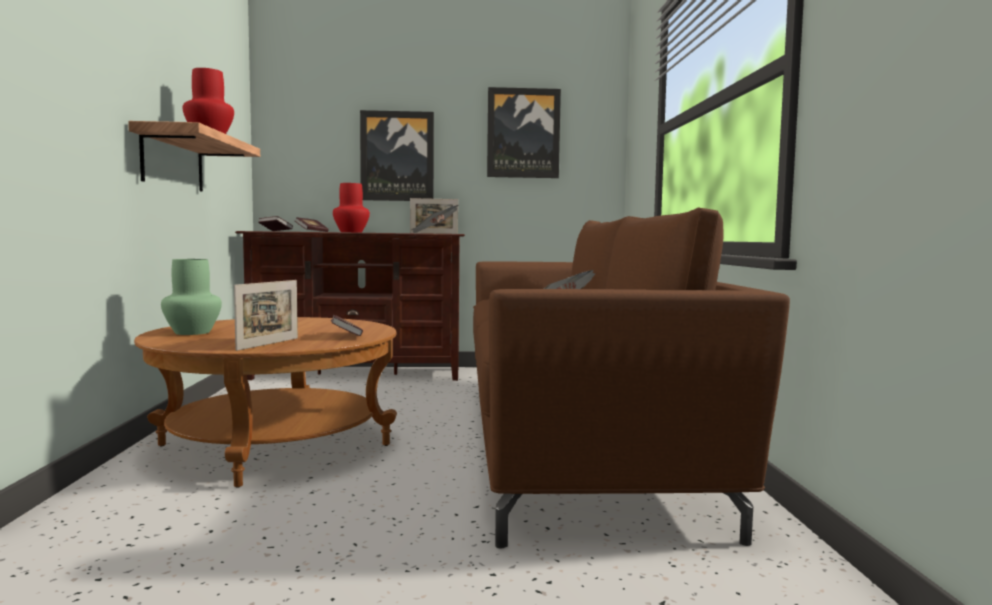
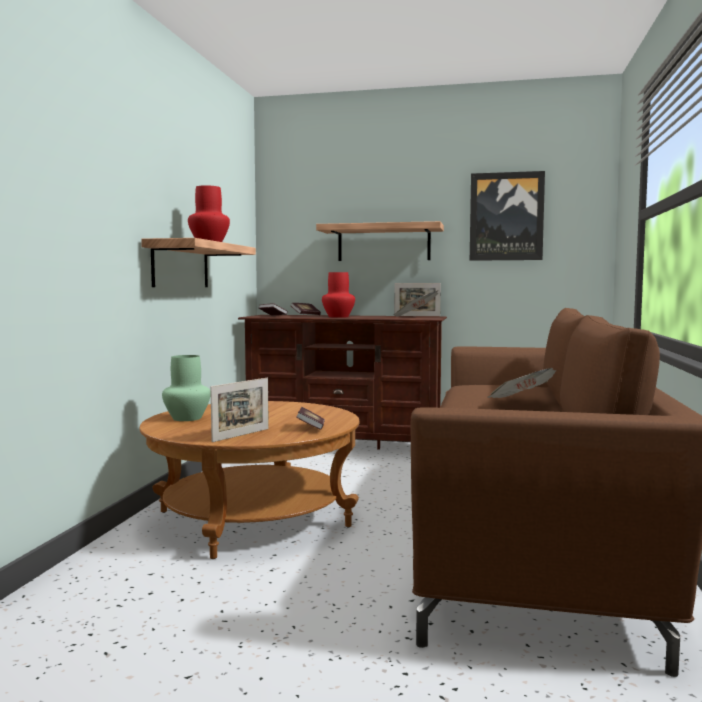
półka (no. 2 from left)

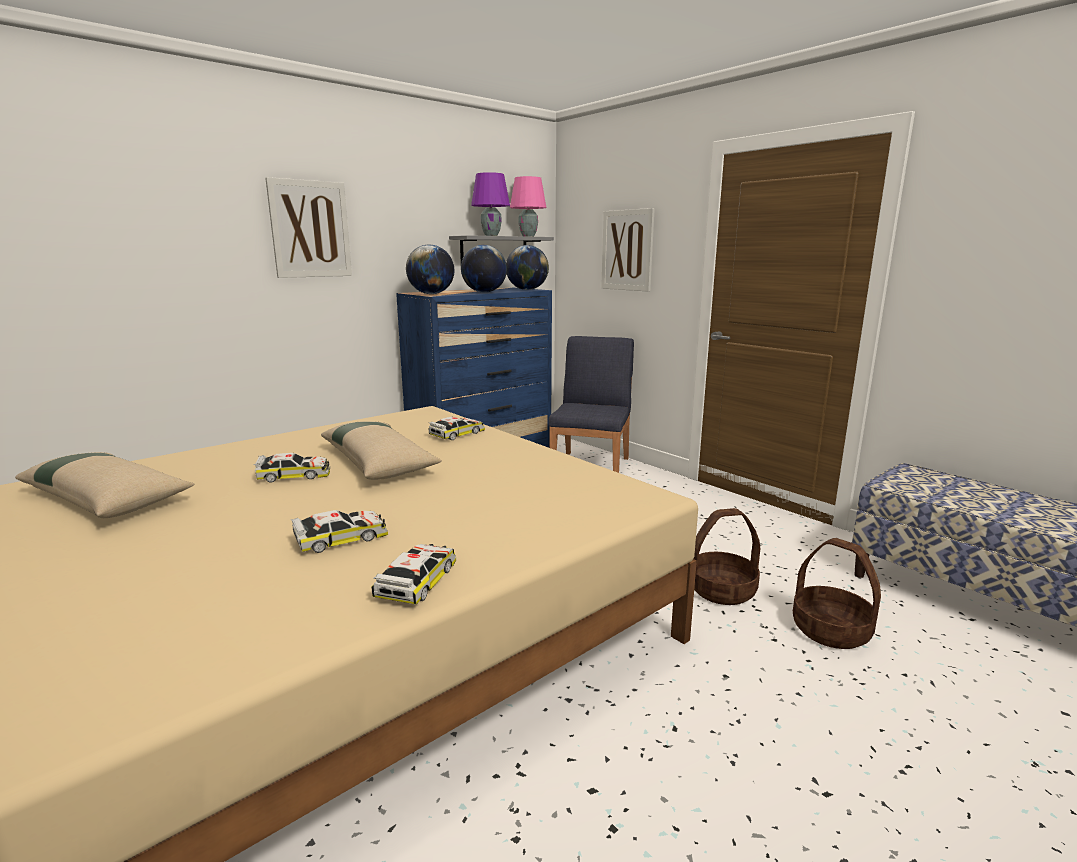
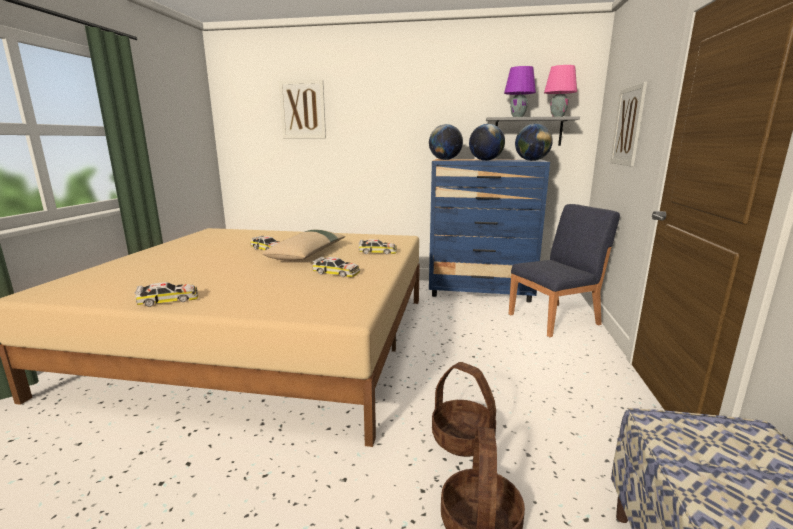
obraz (no. 1 from left); poduszka [beżowy] (no. 1 from left in the first image); samochodzik (no. 3 from left)

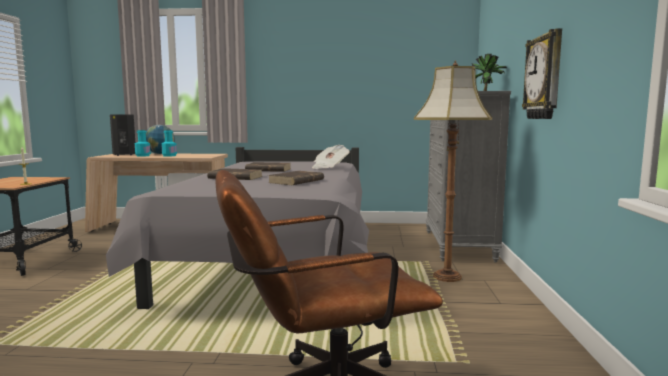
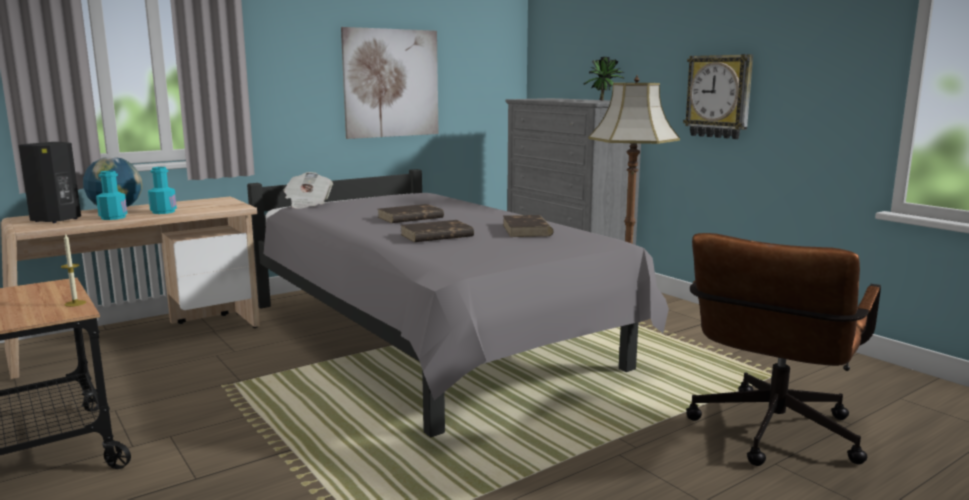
gazeta; obraz

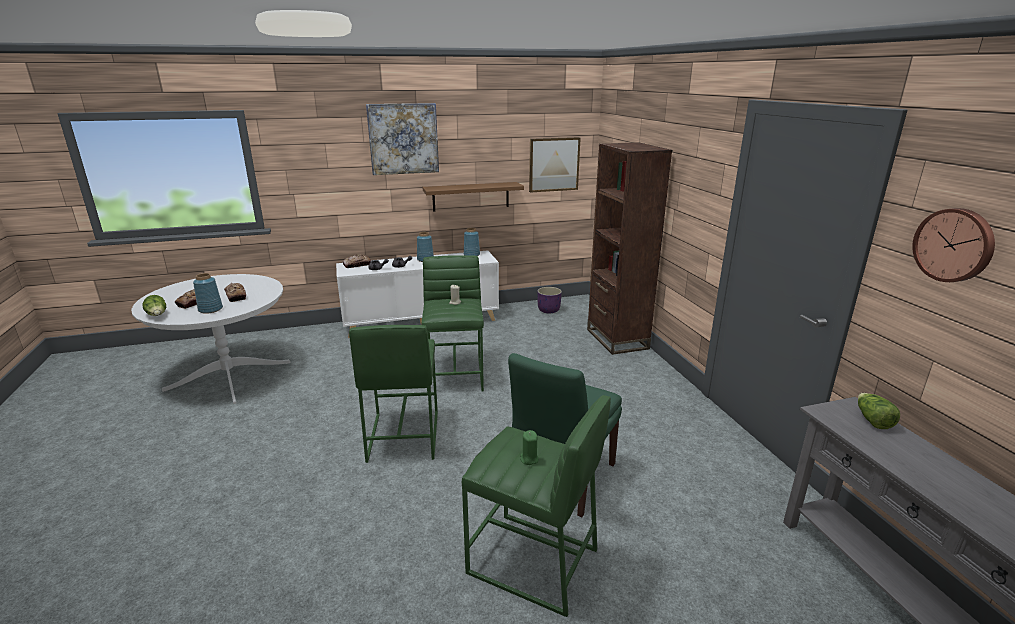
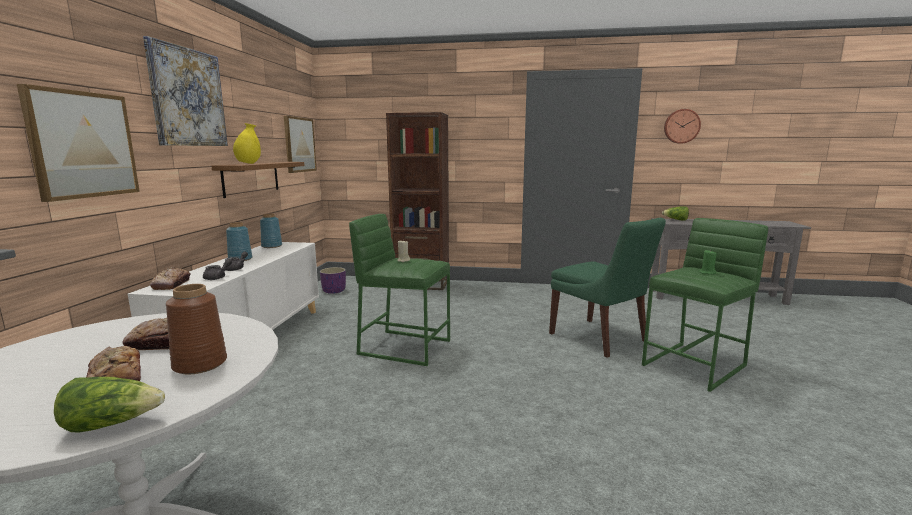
wazon [brązowy]; stołek [zielony] (no. 1 from left in the first image); obraz (no. 1 from left); wazon [żółty]

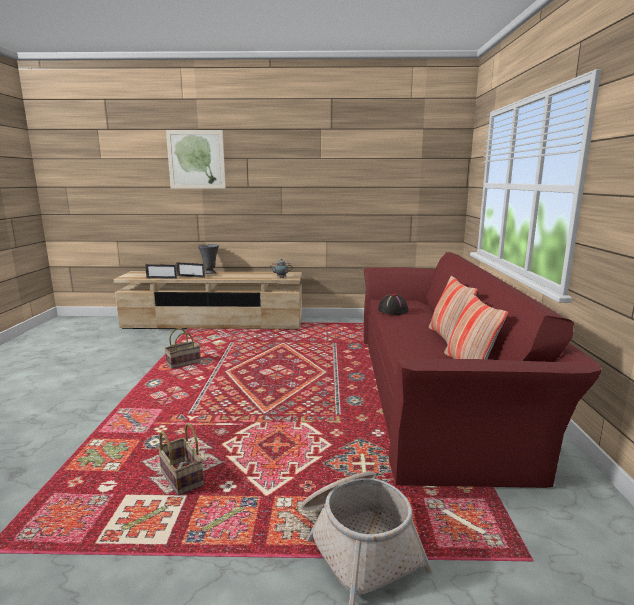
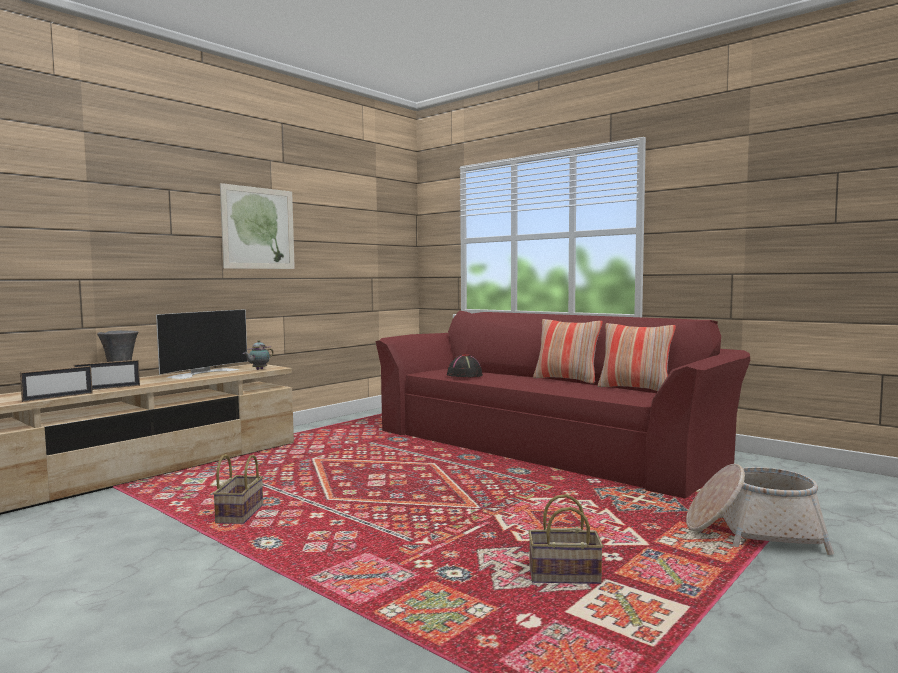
obraz; telewizor

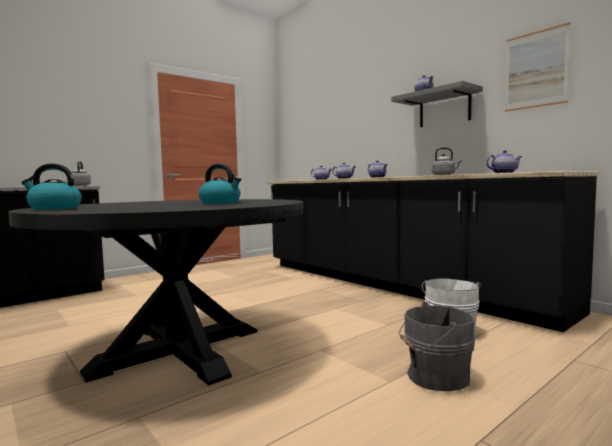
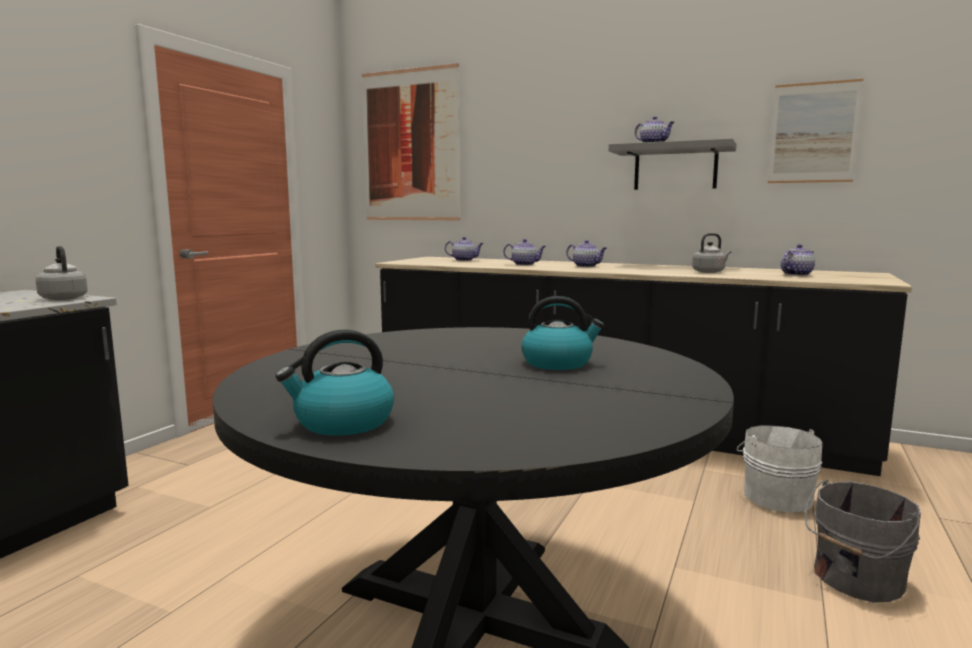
obraz (no. 1 from left)

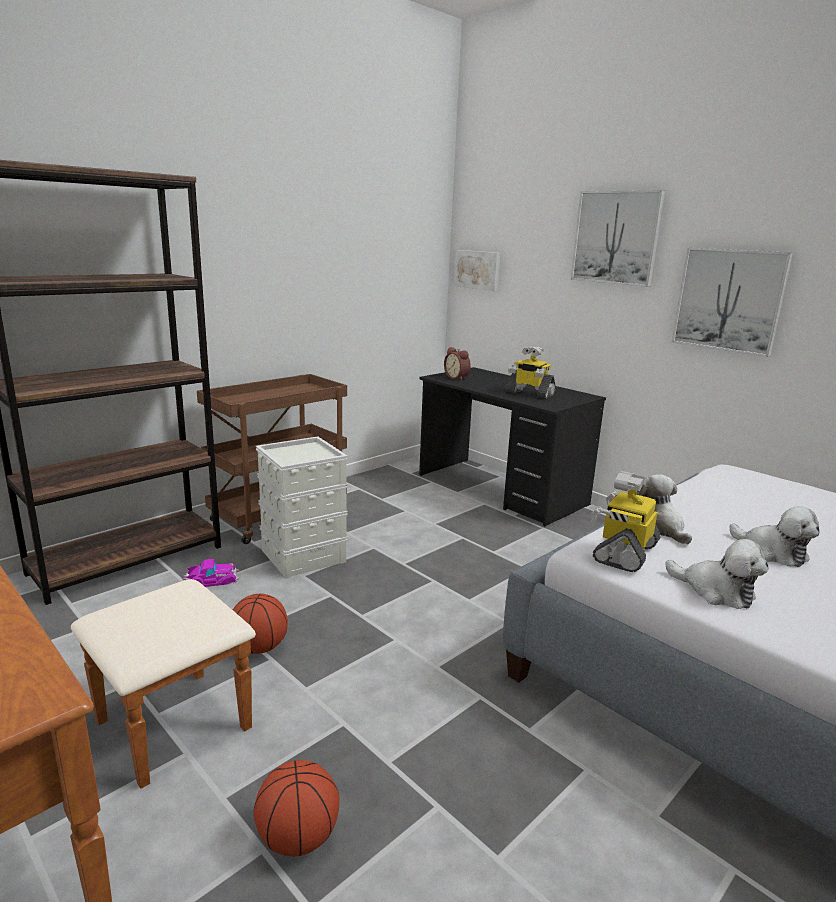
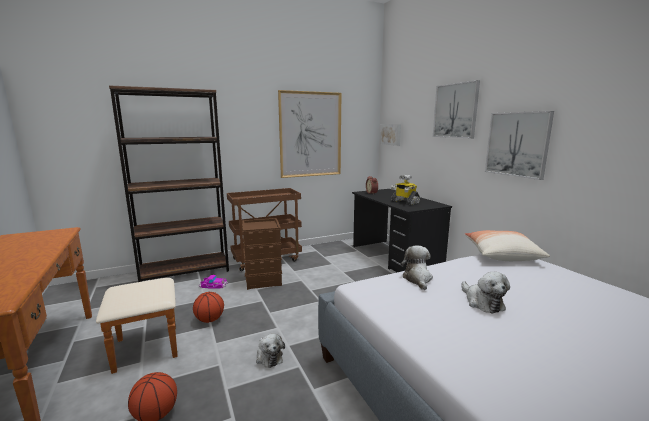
pojemnik do przechowywania [brązowy]; robot zabawkowy (no. 2 from left in the first image); pluszak (no. 1 from left); obraz (no. 1 from left); poduszka

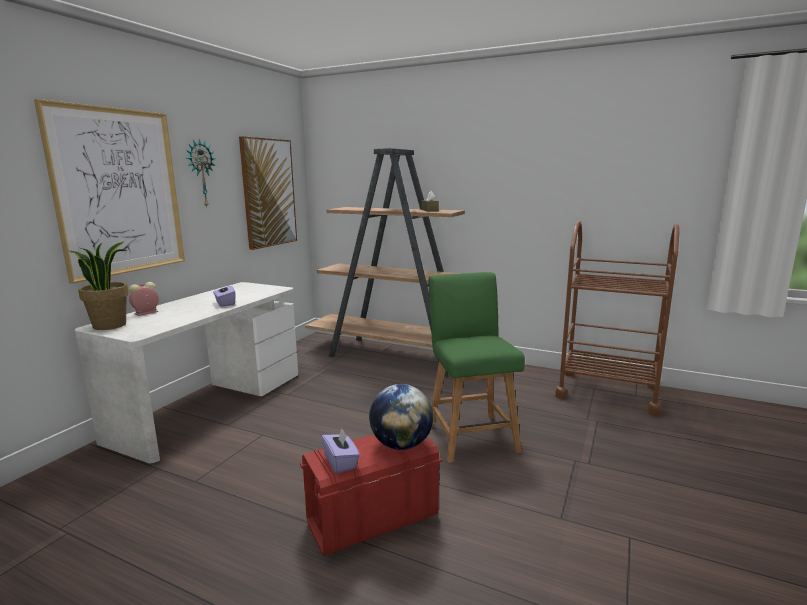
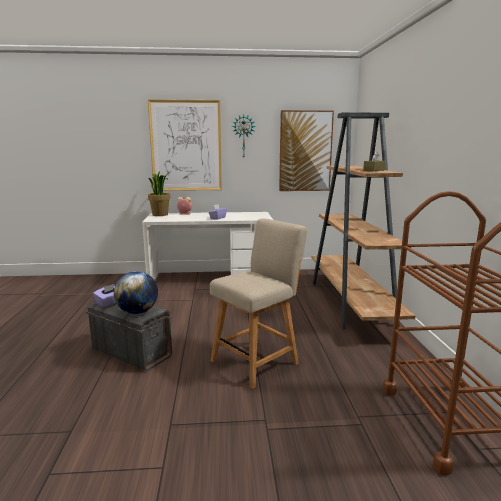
krzesło [beżowy]; pojemnik do przechowywania [szary]

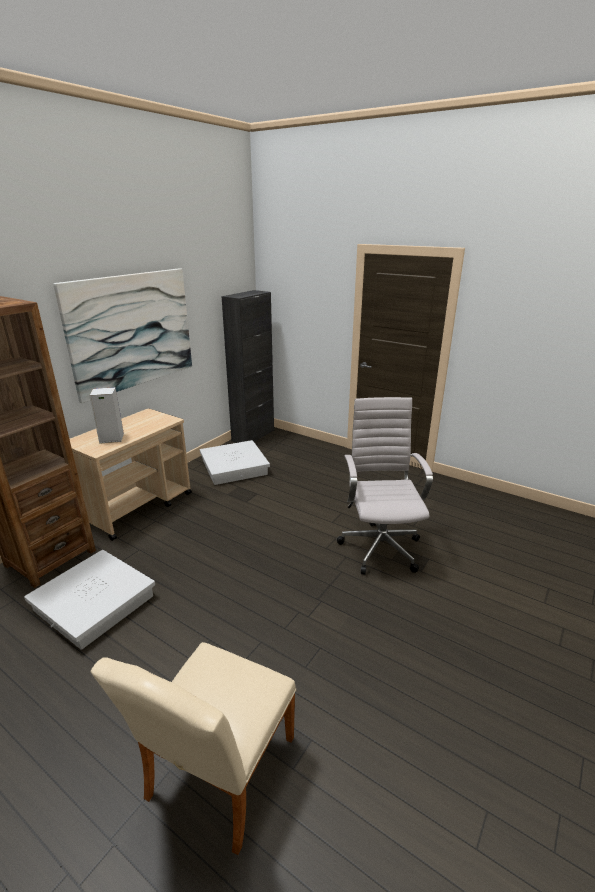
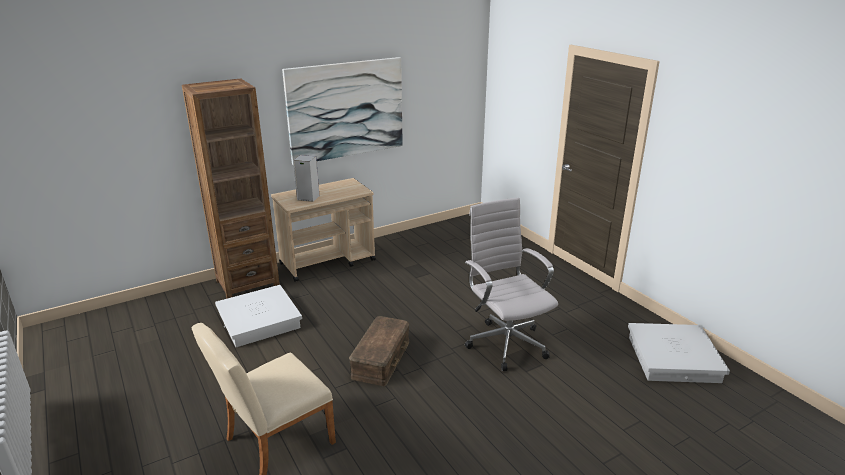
szafka [czarny]; krzesło biurowe [biały]; pojemnik do przechowywania [biały] (no. 2 from left); pojemnik do przechowywania [brązowy]

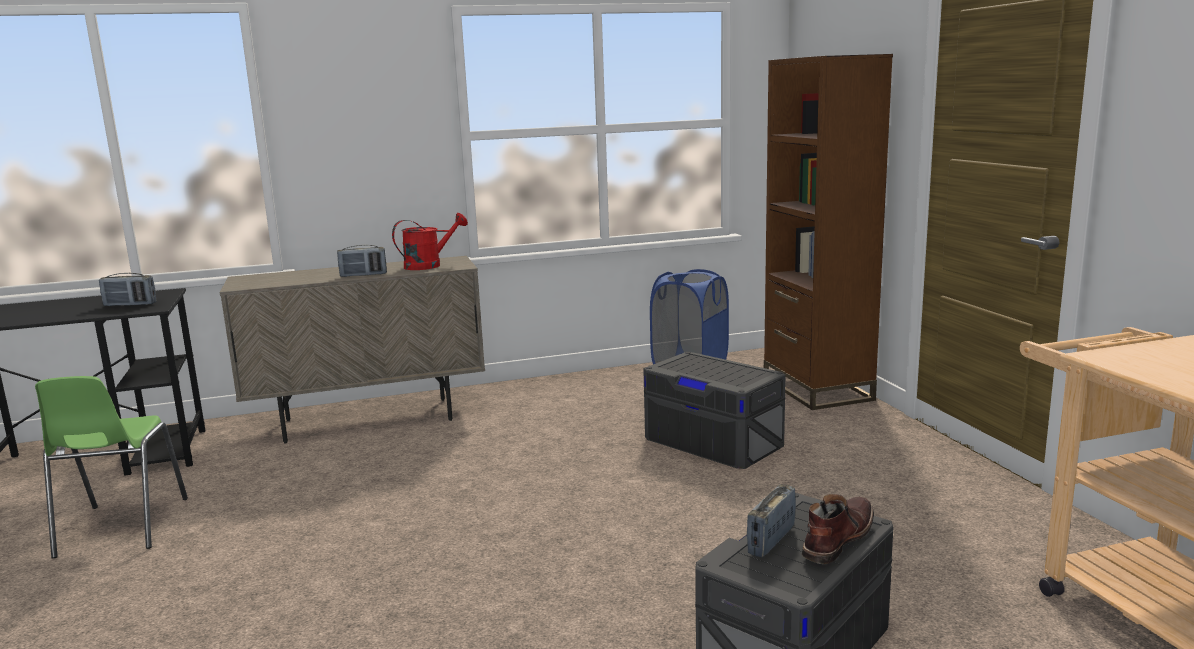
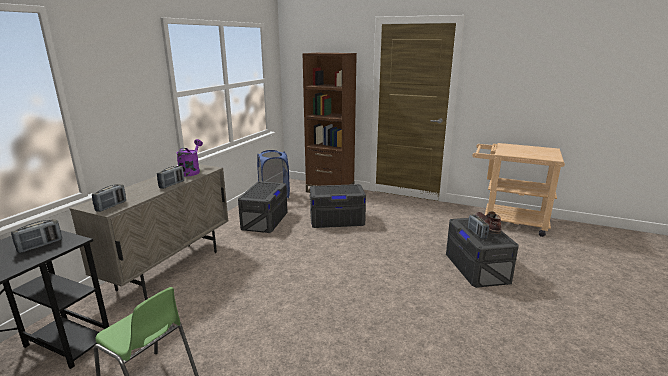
konewka [fioletowy]; pojemnik do przechowywania [szary] (no. 1 from left); radio (no. 2 from left)

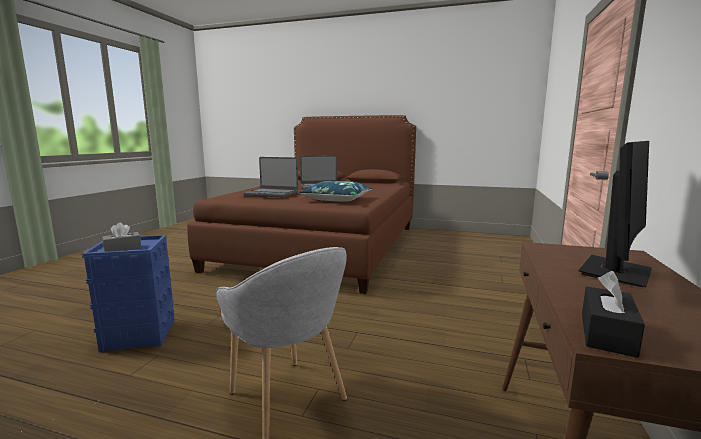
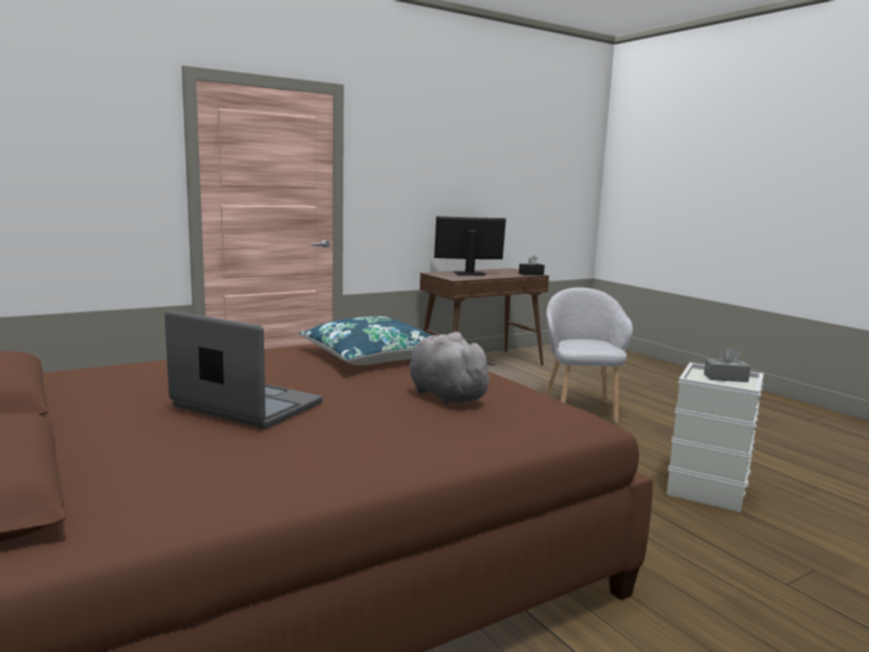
pluszak [szary]; pojemnik do przechowywania [szary]

